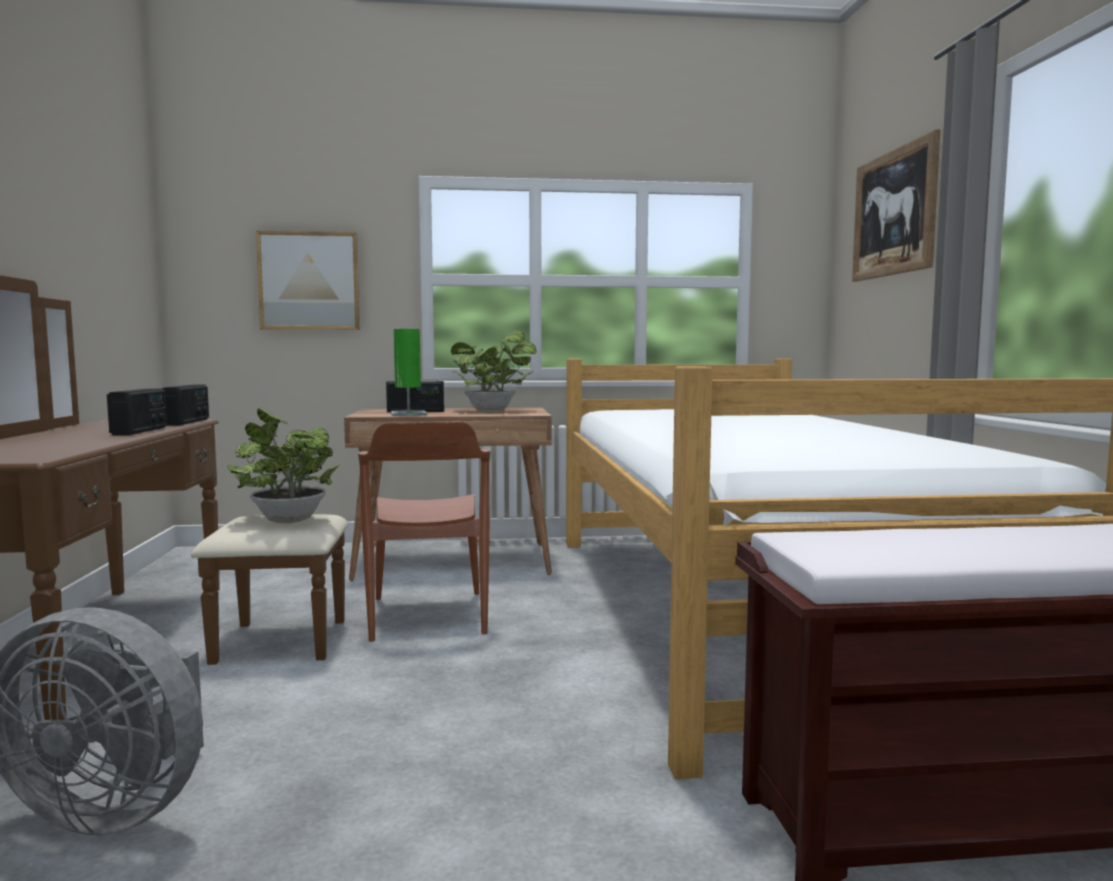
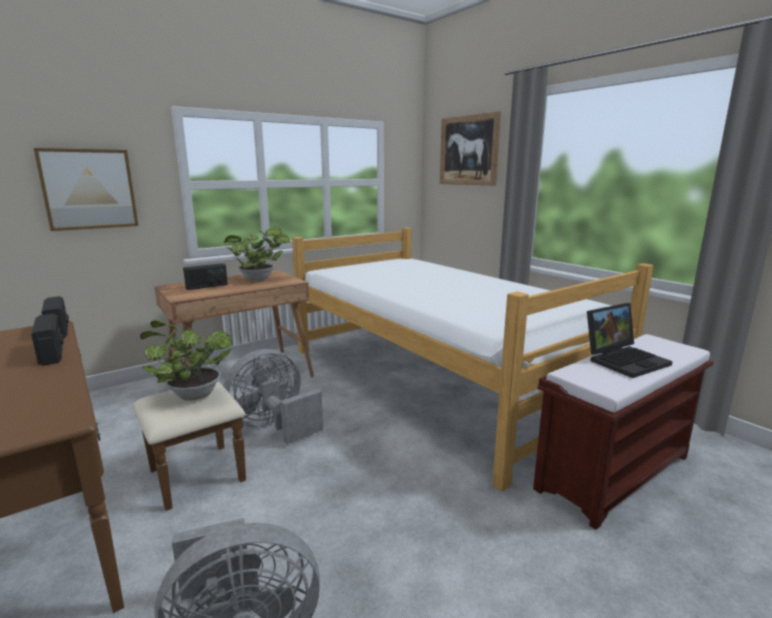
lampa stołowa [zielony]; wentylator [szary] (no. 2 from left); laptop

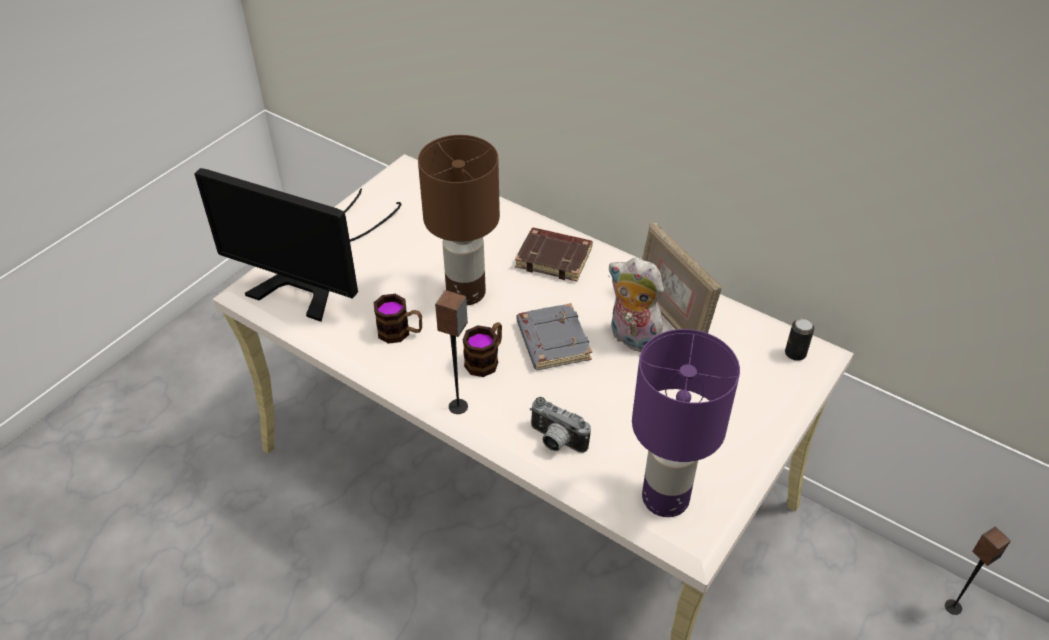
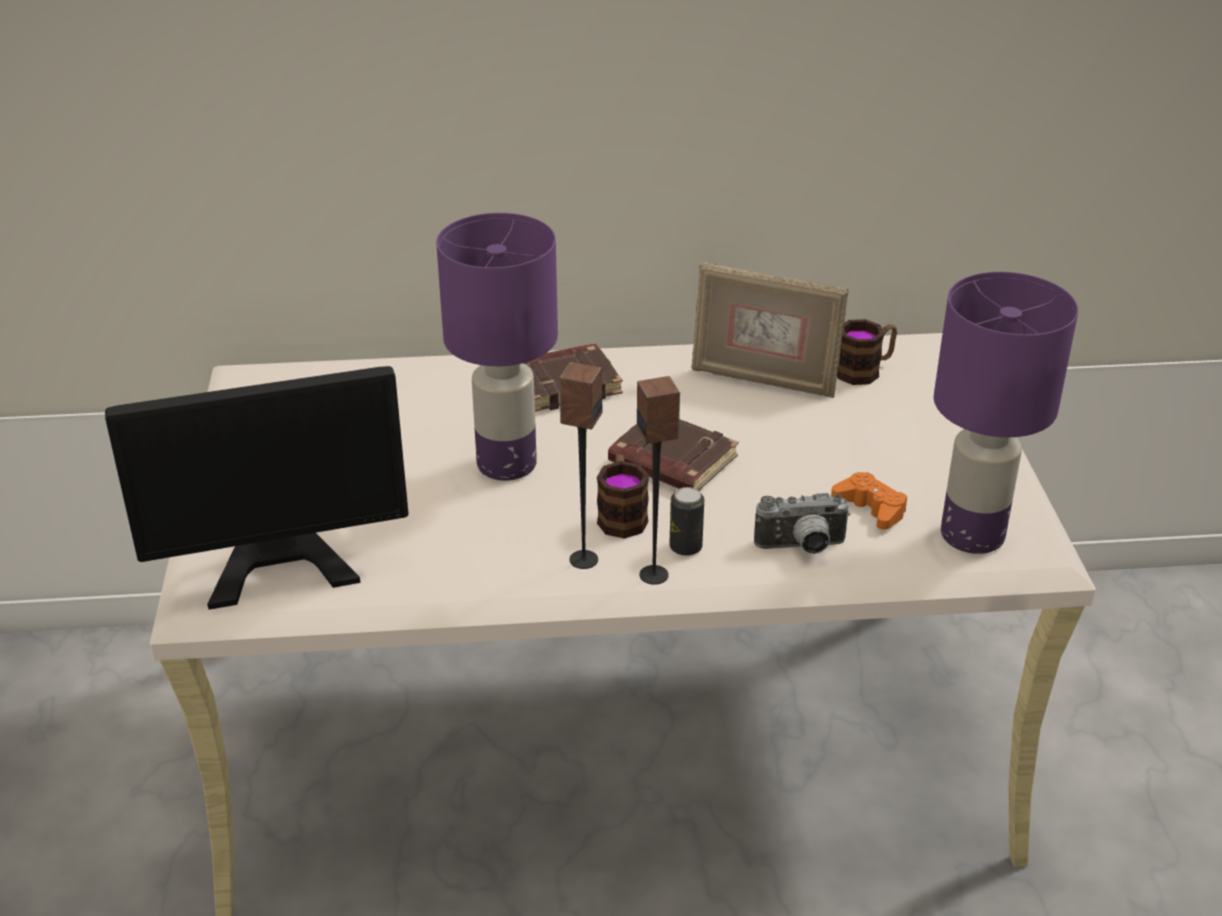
lampa stołowa [fioletowy] (no. 1 from left); pluszak; kubek (no. 2 from left); książka [brązowy] (no. 2 from left); puszka; głośnik (no. 1 from left); pad do gier [pomarańczowy]

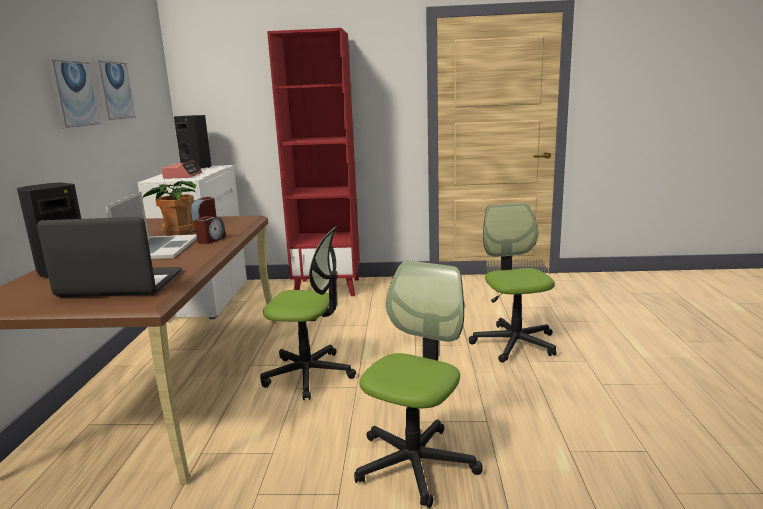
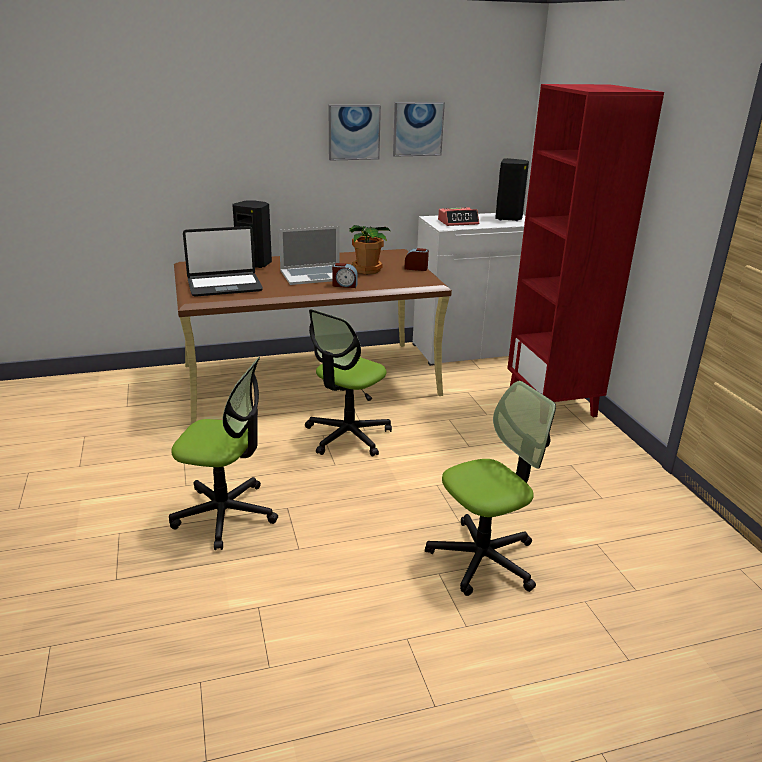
laptop (no. 1 from left); krzesło biurowe (no. 2 from left)

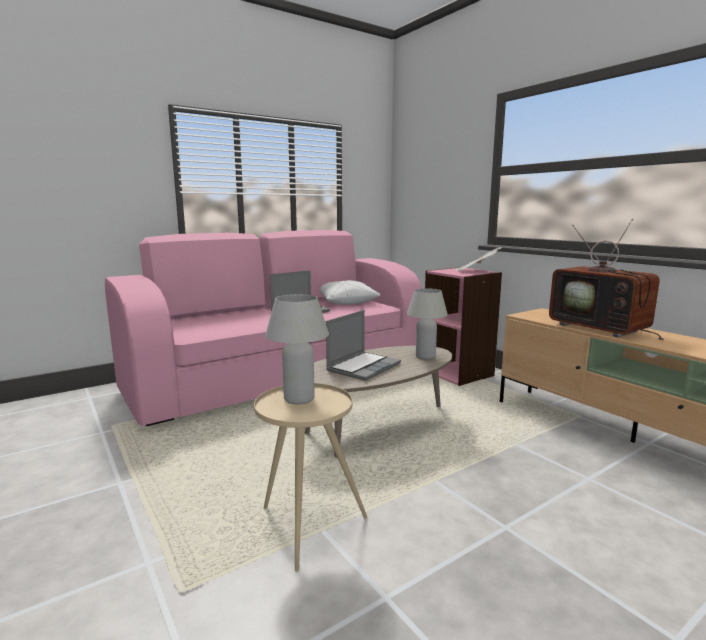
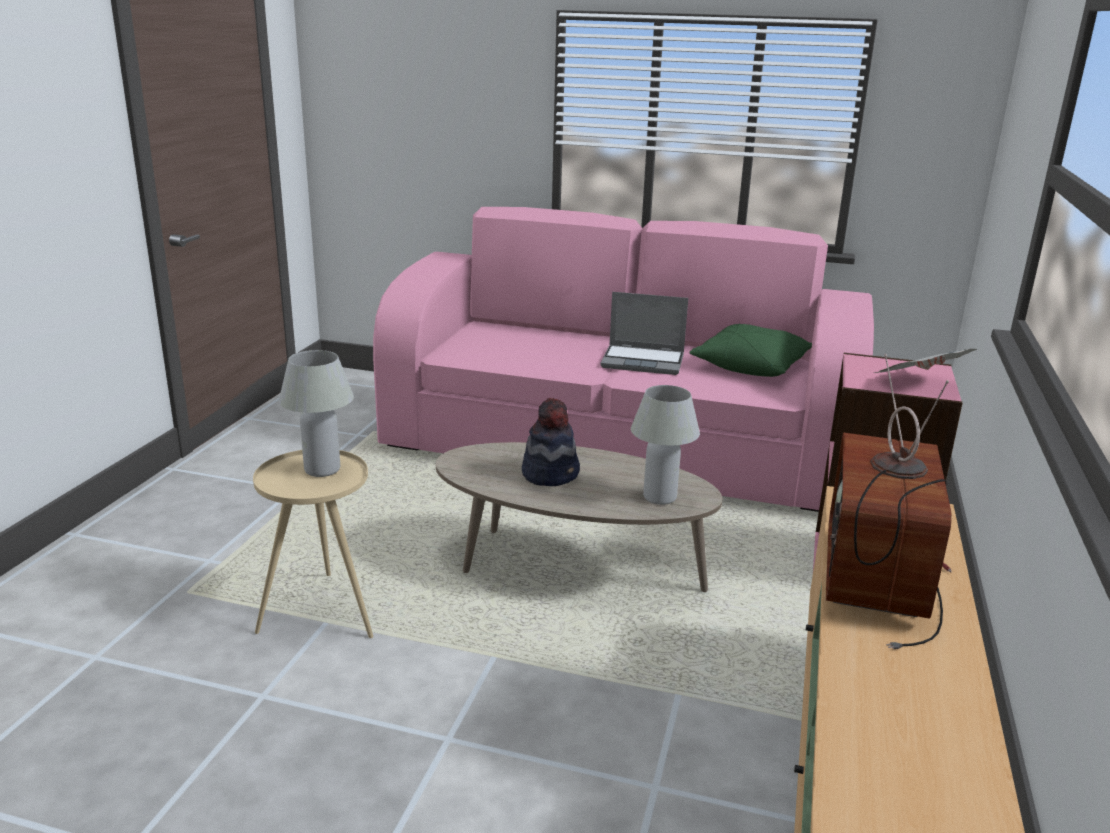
poduszka [zielony]; kapelusz

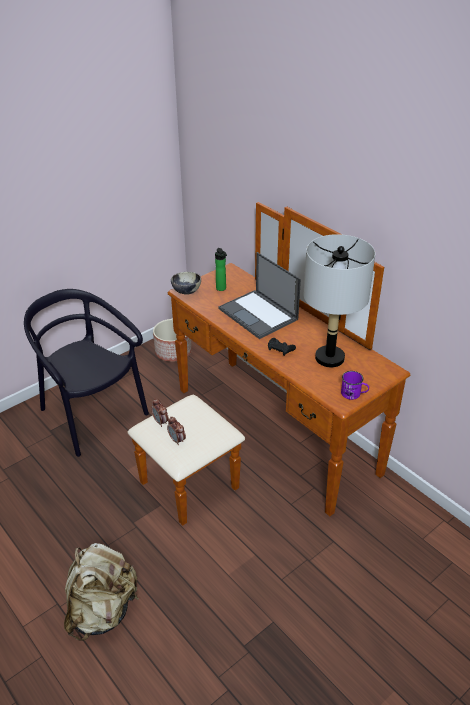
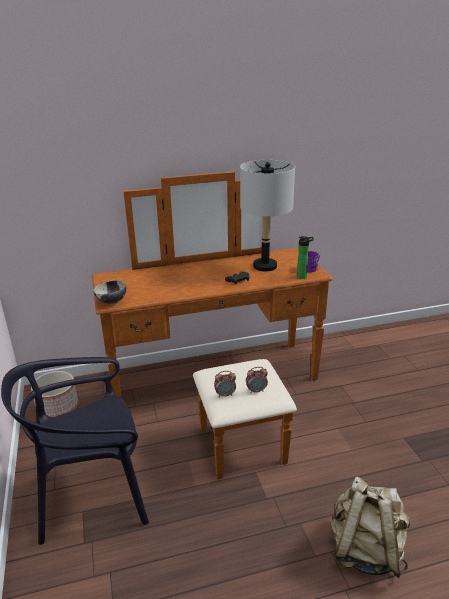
butelka; laptop

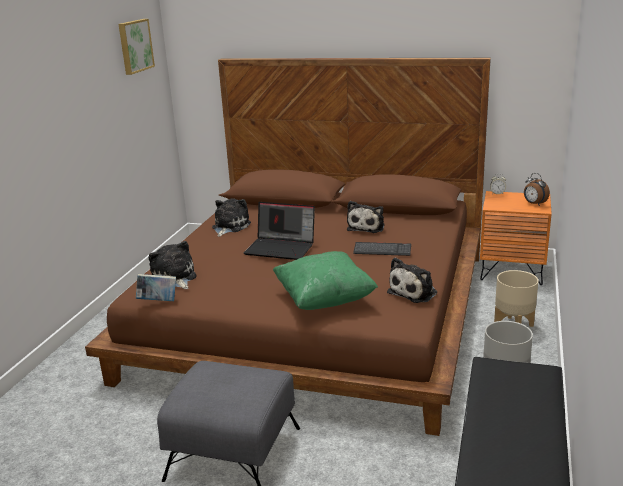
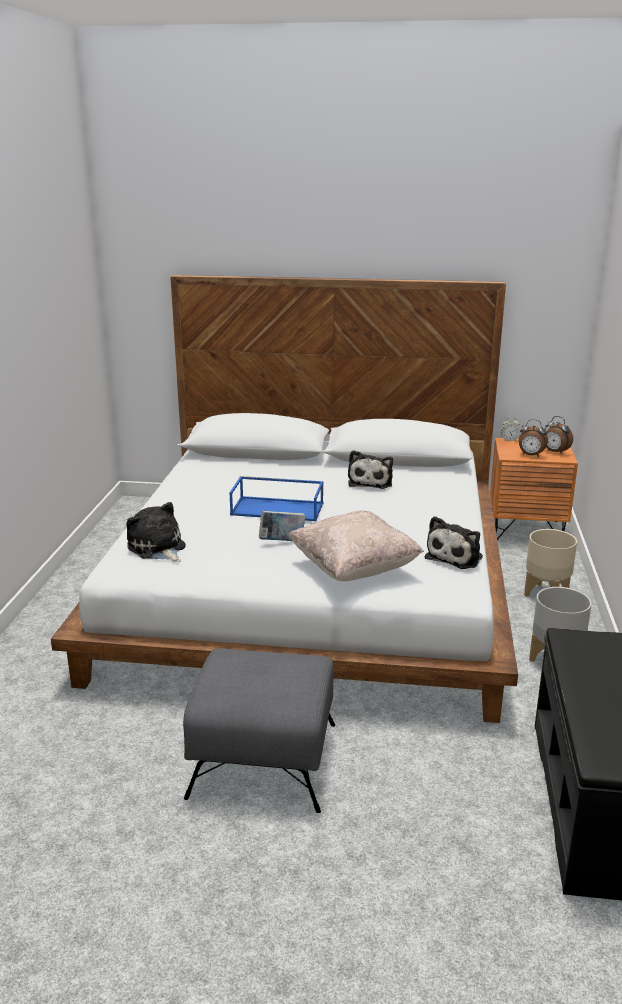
obraz; łóżko [biały]; pluszak (no. 2 from left in the first image); taca [niebieski]; klawiatura; poduszka [beżowy]; książka; budzik (no. 2 from left)

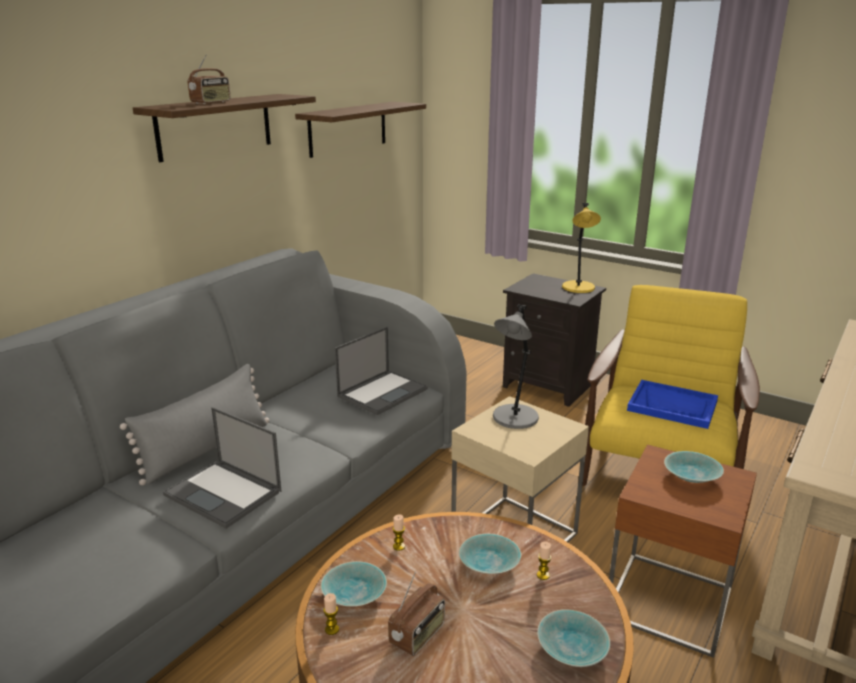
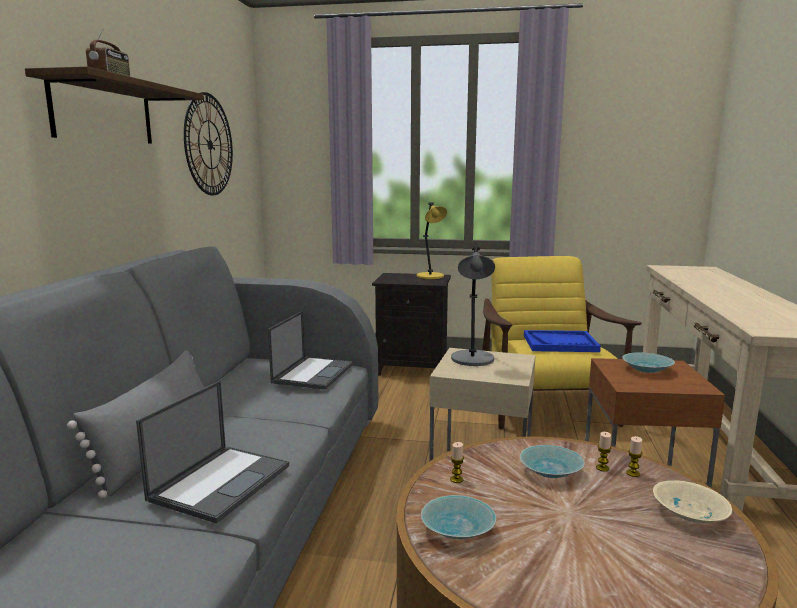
zegar ścienny; laptop (no. 1 from left); radio (no. 2 from left in the first image); świeca (no. 3 from left); miska [beżowy]

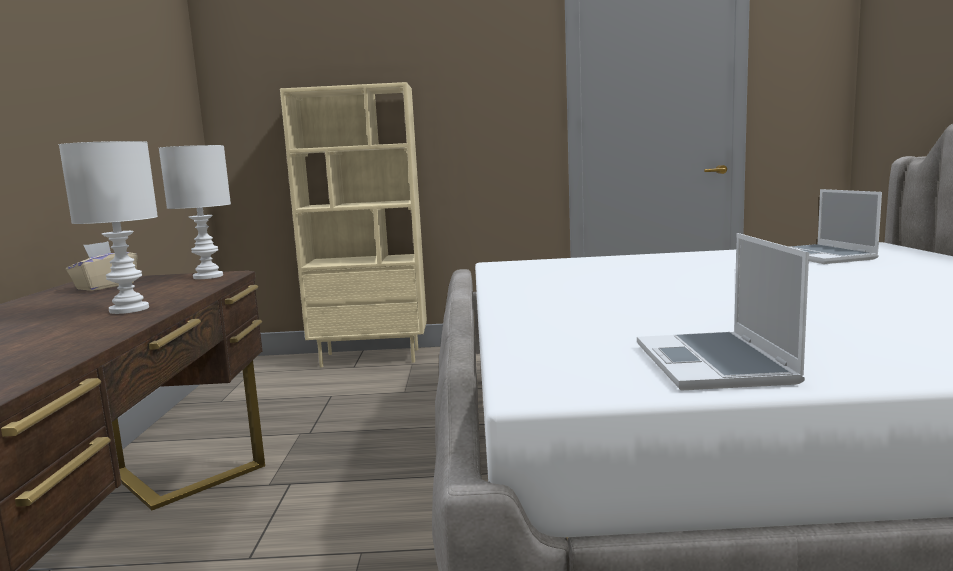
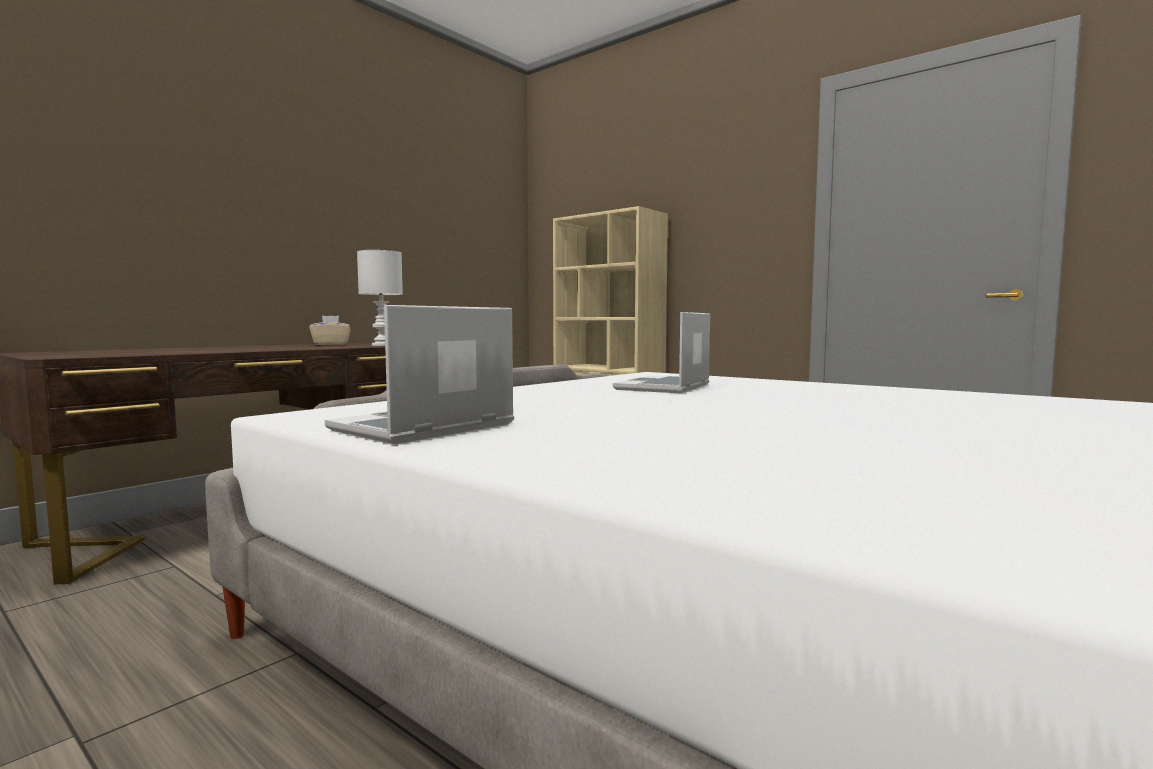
lampa stołowa [biały] (no. 1 from left in the first image); laptop (no. 2 from left)

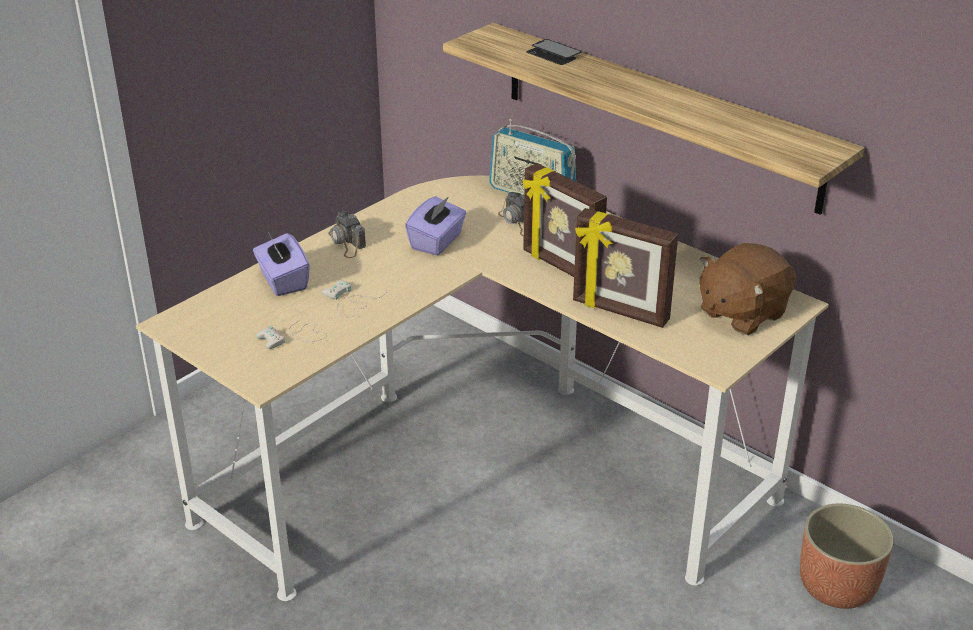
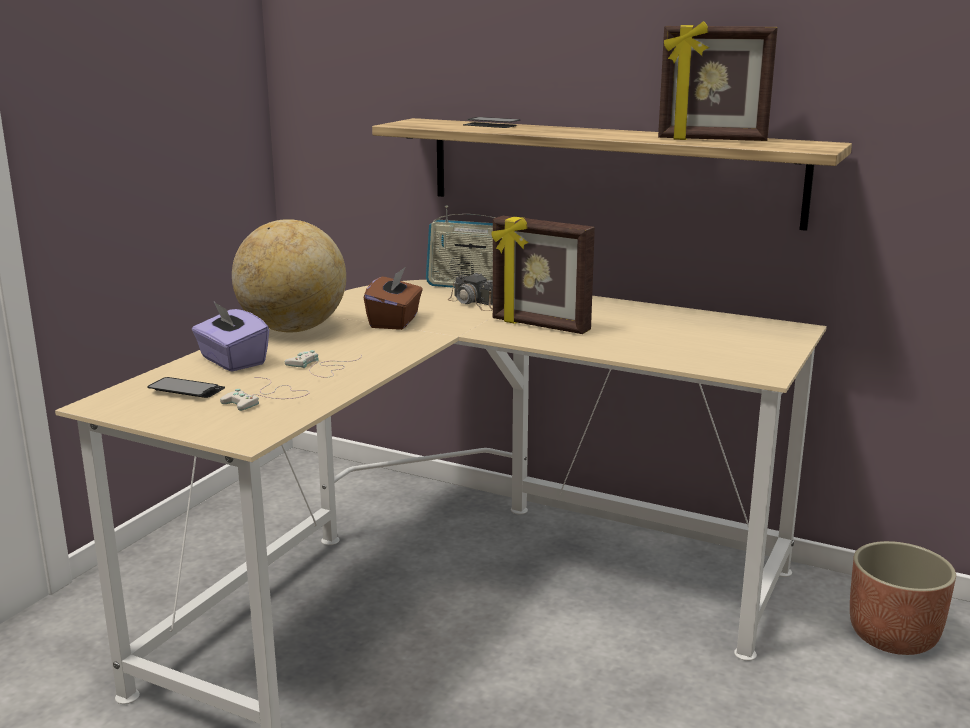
pudełko chusteczek [brązowy]; ramka na zdjęcie (no. 2 from left); globus; pluszak [brązowy]; telefon (no. 1 from left)

